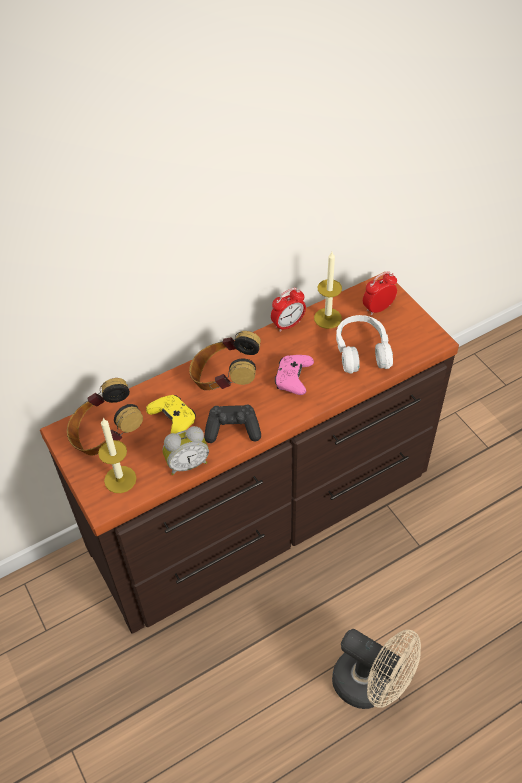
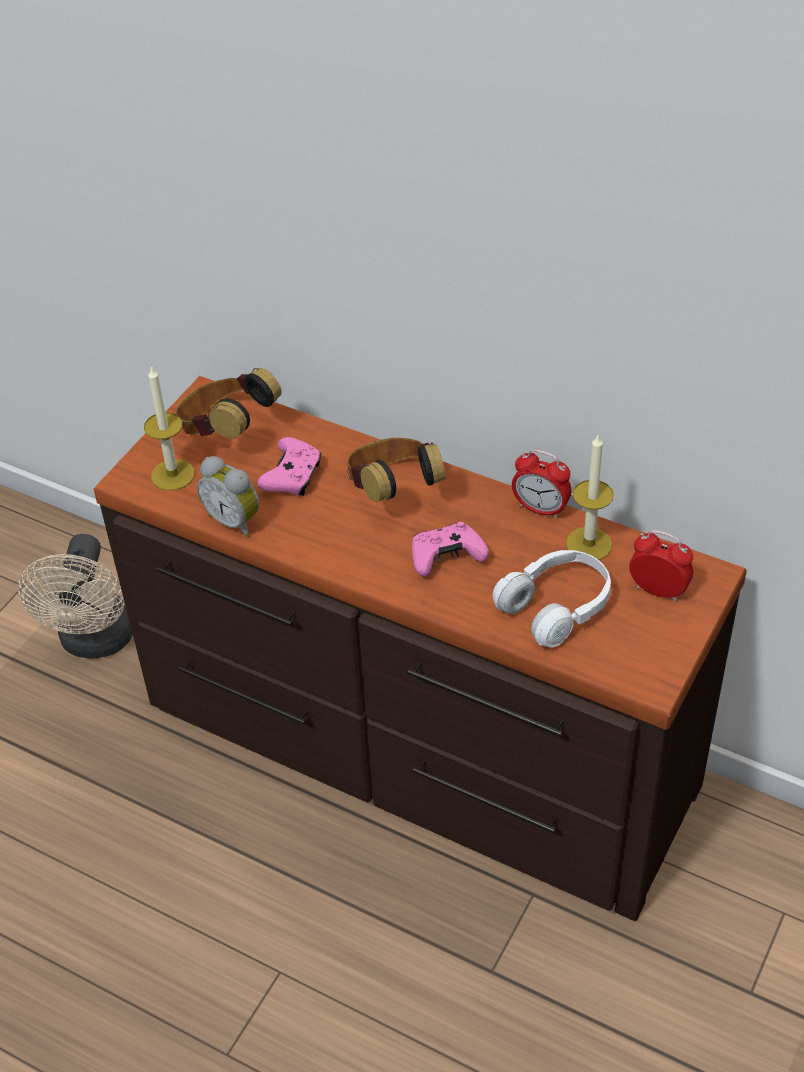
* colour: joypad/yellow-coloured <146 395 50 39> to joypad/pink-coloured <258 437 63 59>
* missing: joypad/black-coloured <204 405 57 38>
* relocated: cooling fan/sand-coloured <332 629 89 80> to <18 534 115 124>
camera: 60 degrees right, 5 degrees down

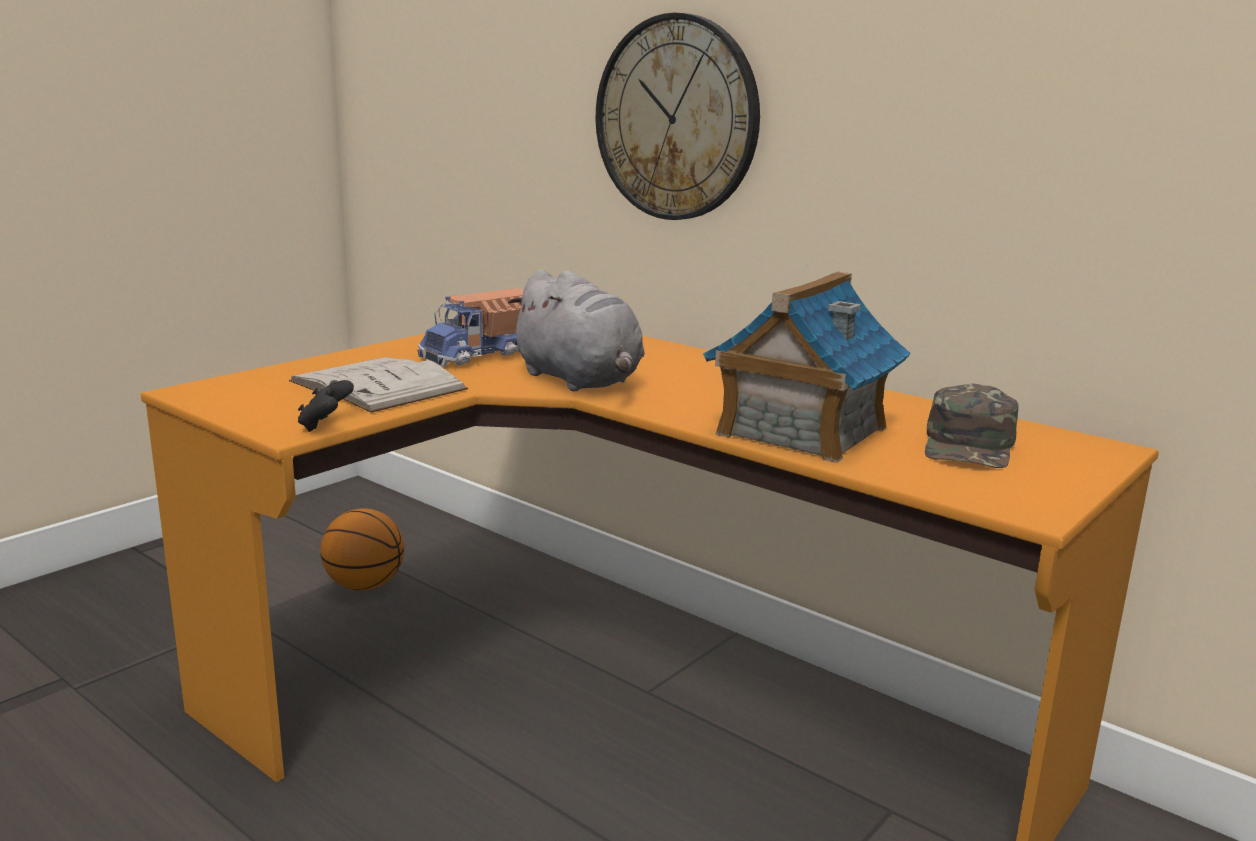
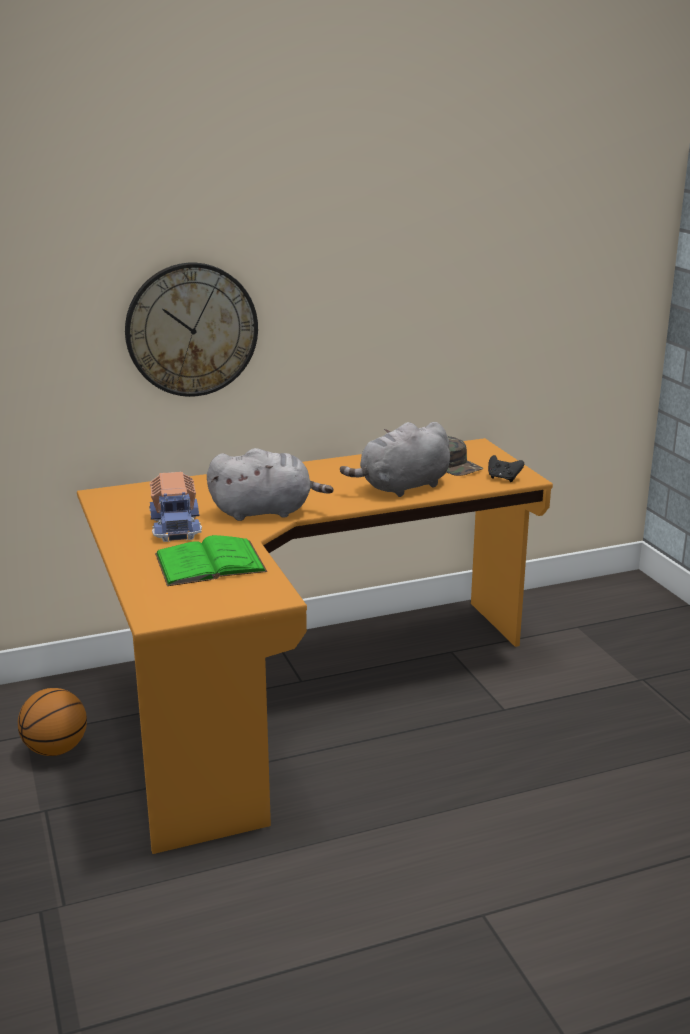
* colour: bound book/white <289 357 179 56> to bound book/green <155 535 112 51>
* relocated: joypad/black-coloured <298 380 56 52> to <488 455 36 27>
* exchanged: toy house <703 272 208 191> to soft toy/greyish <340 422 110 75>
camera: 60 degrees left, 5 degrees up

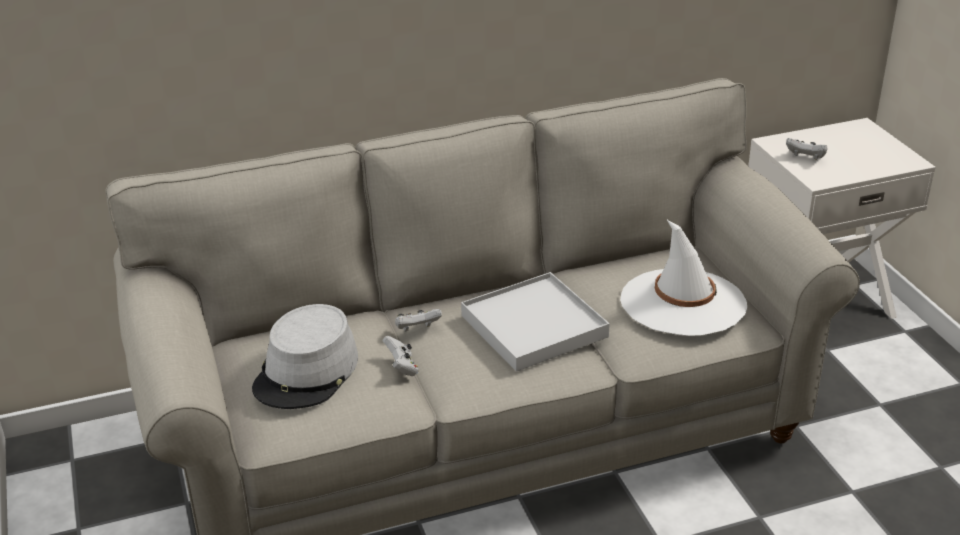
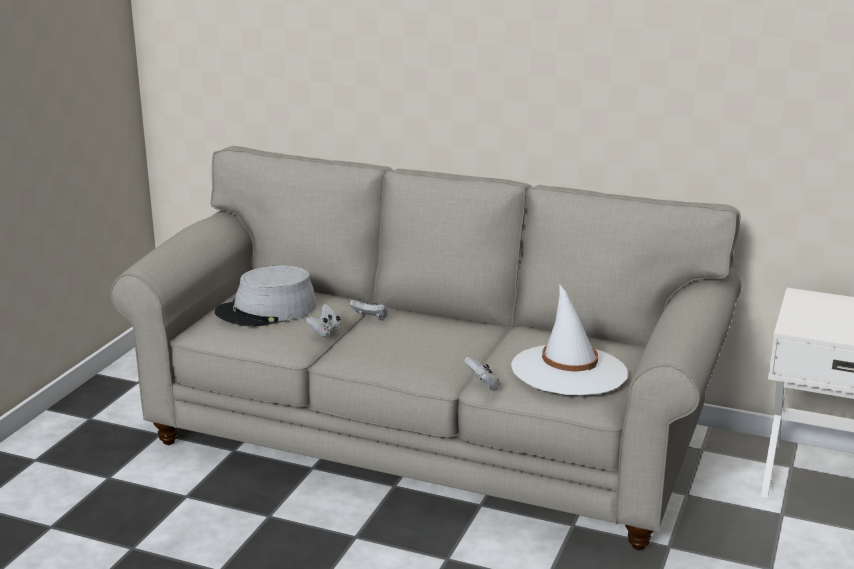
* missing: carrying tray/white <461 272 149 100>
* relocated: joypad/white <786 138 42 22> to <464 357 37 32>
camera: 40 degrees right, 10 degrees down

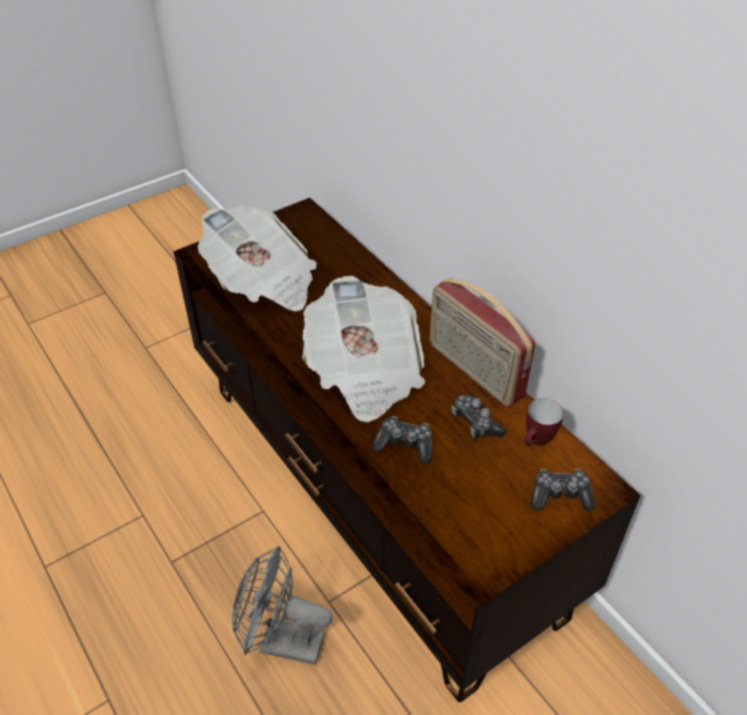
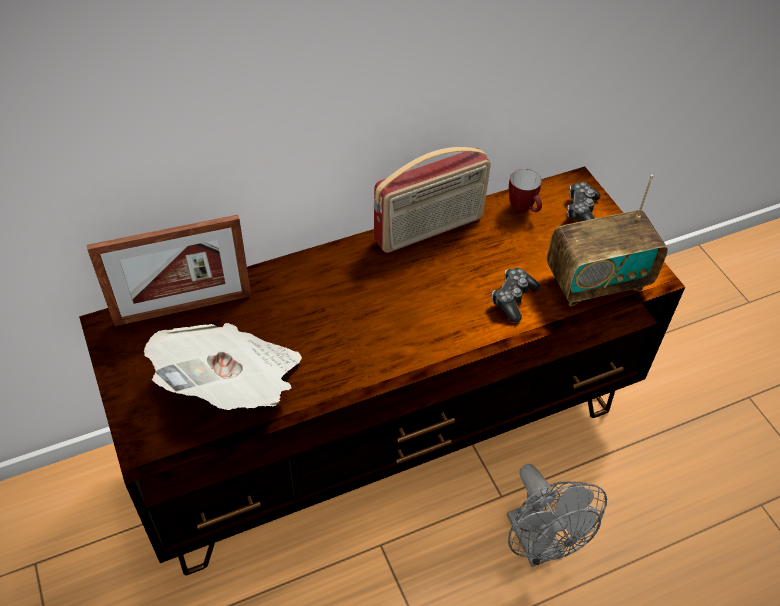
* spun: cooling fan/greyish <232 546 101 119> = <507 464 100 103> 45 degrees counterclockwise
* missing: daily paper <302 276 123 146>
* missing: joypad <452 395 54 43>
* appeared: picture frame <87 215 164 111>
* appeared: radio receiver <547 175 121 131>
camera: 80 degrees left, 5 degrees up

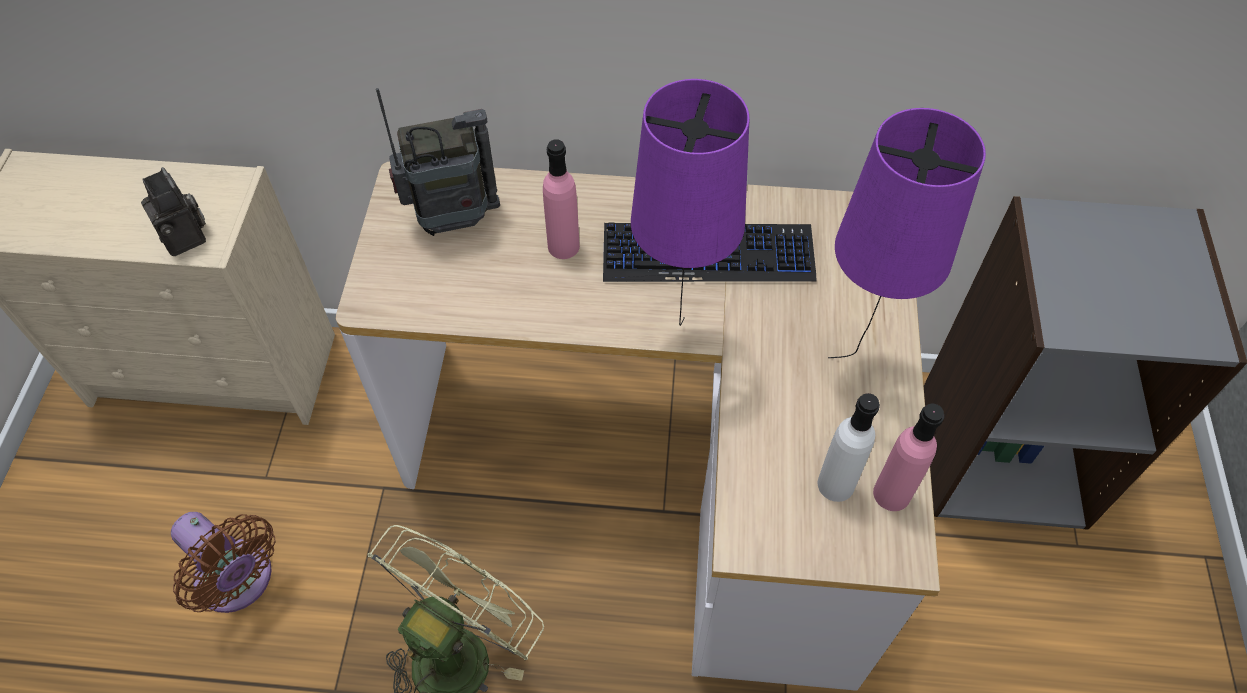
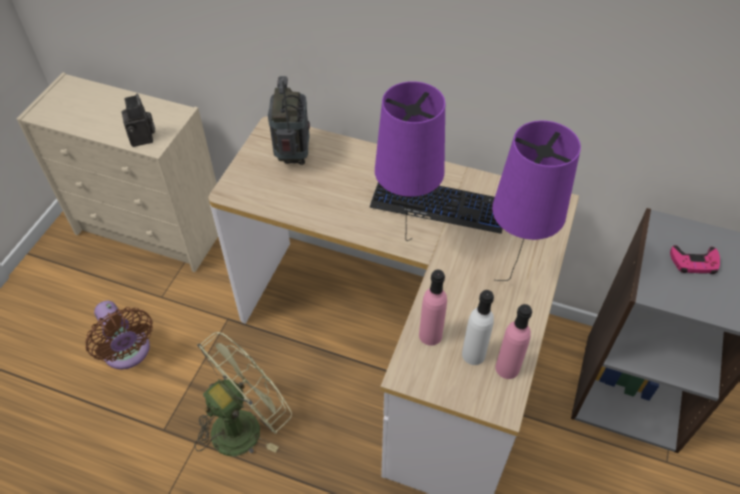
* spun: radio receiver <376 88 124 148> = <268 76 42 89> 90 degrees counterclockwise
* relocated: drink bottle/pink-coloured <543 139 37 120> to <419 270 28 76>
* appeared: joypad/pink-coloured <670 245 50 29>
camera: 15 degrees right, 5 degrees down

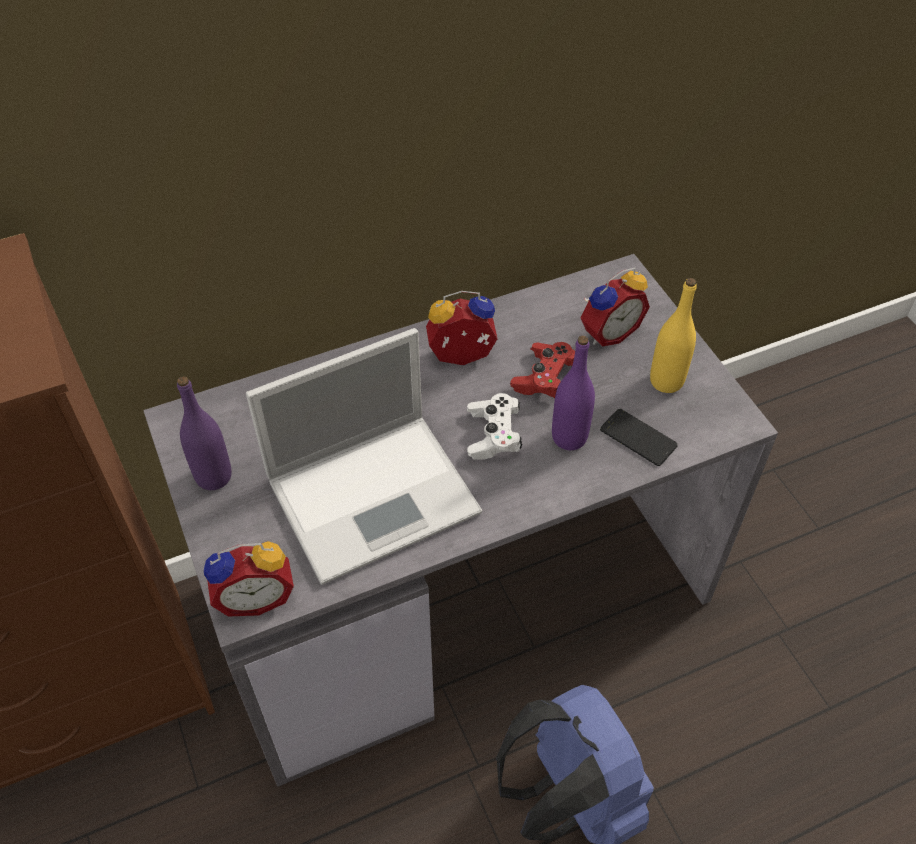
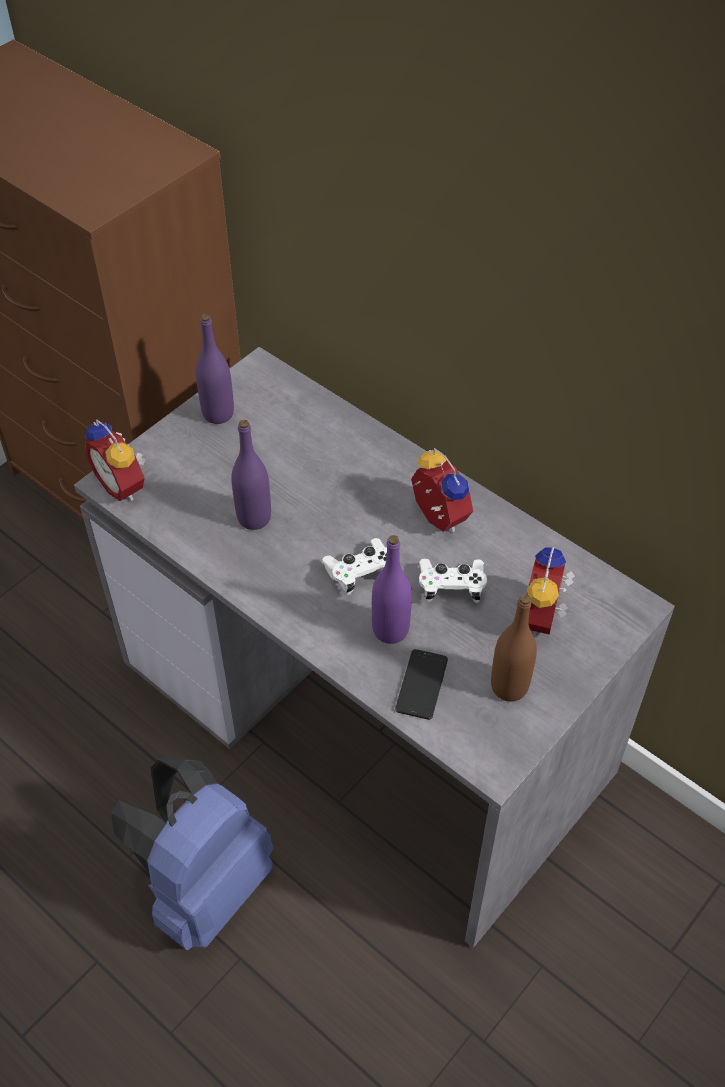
* exchanged: laptop <246 328 236 257> to drink bottle/purplish <231 420 40 110>
* colour: joypad/red <510 342 65 56> to joypad/white <419 559 68 44>
* spun: alarm clock <581 267 69 80> = <527 547 48 89> 75 degrees clockwise
* colour: drink bottle/yellow-coloured <650 278 47 115> to drink bottle/brown-coloured <491 594 46 108>
camera: 65 degrees right, 0 degrees up

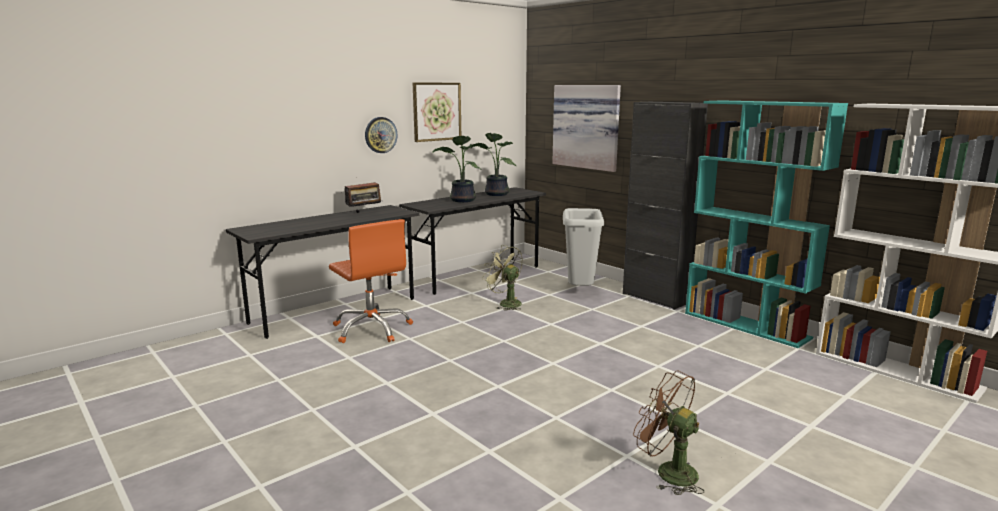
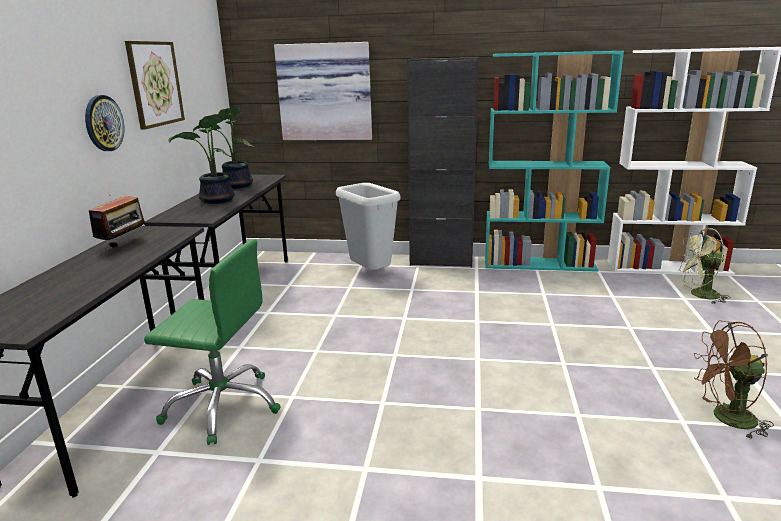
* colour: office chair/orange-coloured <329 219 84 124> to office chair/green <144 239 137 206>
* relocated: cooling fan/green <482 245 40 66> to <678 228 52 76>
camera: 40 degrees left, 5 degrees up

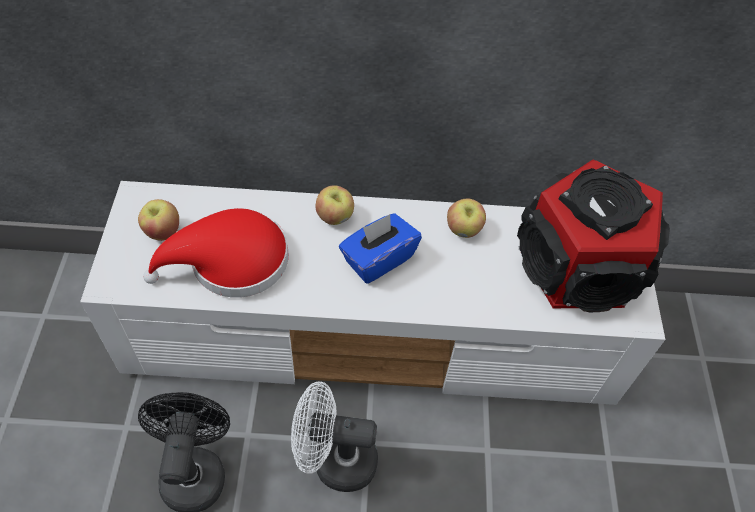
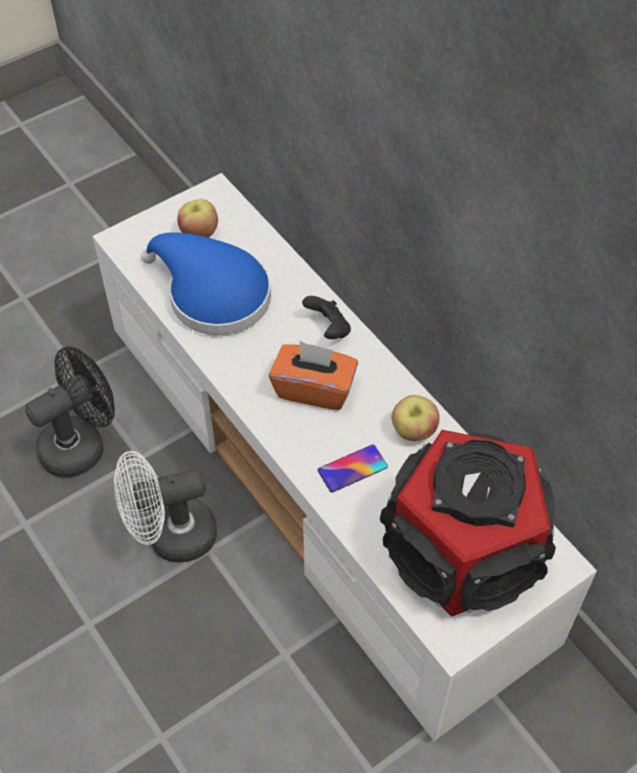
* colour: wearable hat/red <143 208 146 89> to wearable hat/bluish <141 232 130 104>
* spun: cooling fan/white <291 381 87 111> = <114 451 103 112> 75 degrees counterclockwise
* exchanged: whole apple <316 185 38 40> to joypad/black-coloured <302 296 49 43>
* colour: tissue holder/bluish <339 214 83 70> to tissue holder/orange-coloured <269 341 89 69>
* appeared: phone <318 444 70 48>
camera: 55 degrees right, 0 degrees up

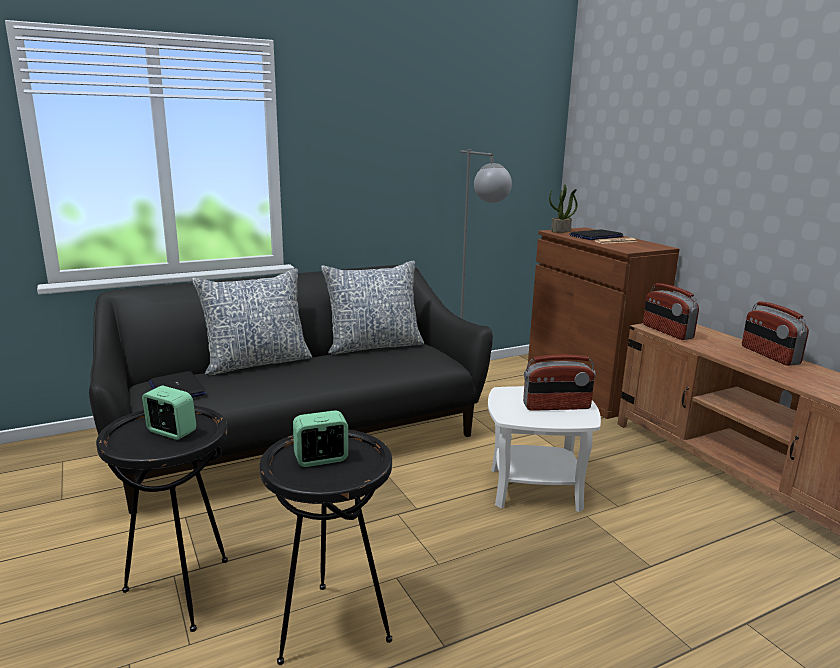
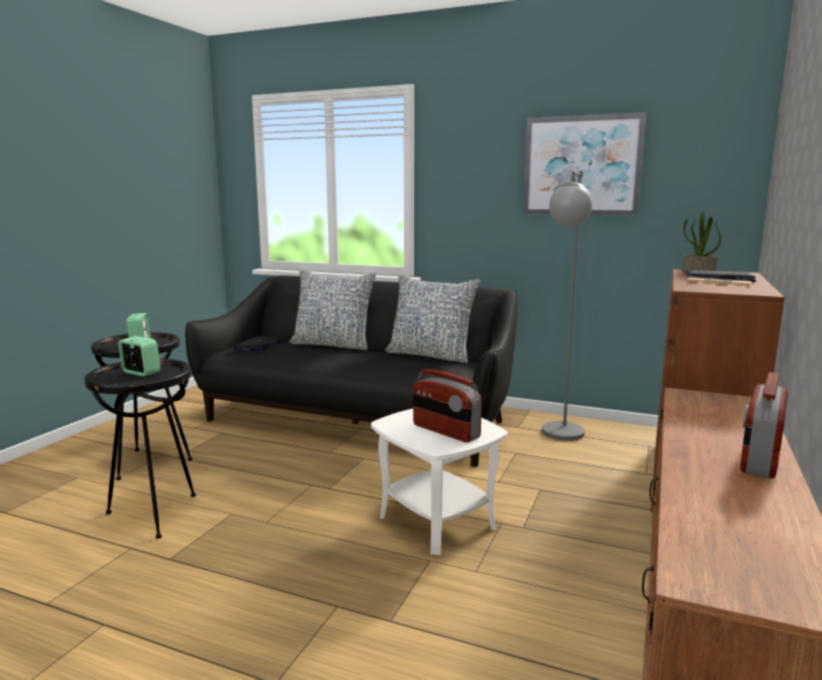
* missing: radio receiver <643 283 56 57>
* appeared: wall art <523 112 123 104>
camera: 50 degrees right, 5 degrees down

